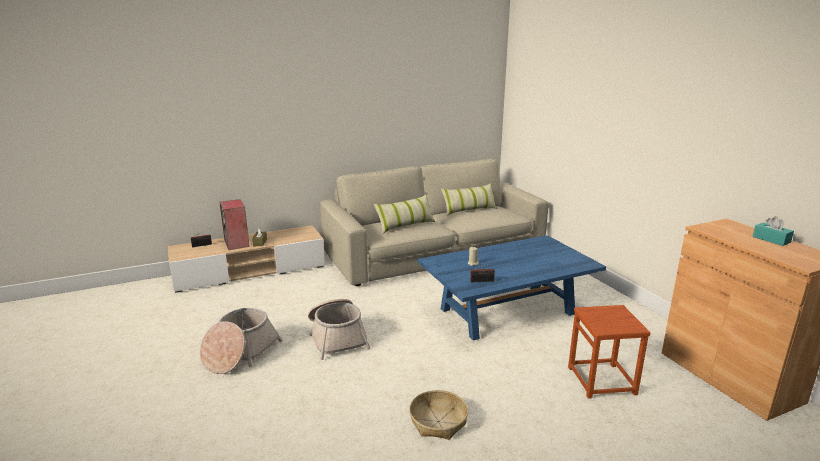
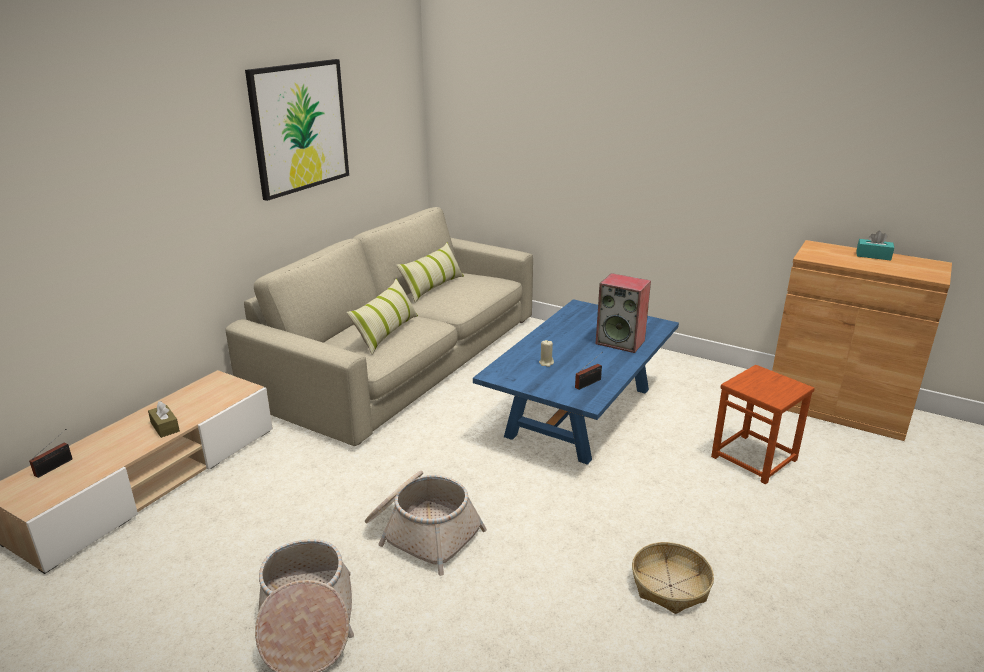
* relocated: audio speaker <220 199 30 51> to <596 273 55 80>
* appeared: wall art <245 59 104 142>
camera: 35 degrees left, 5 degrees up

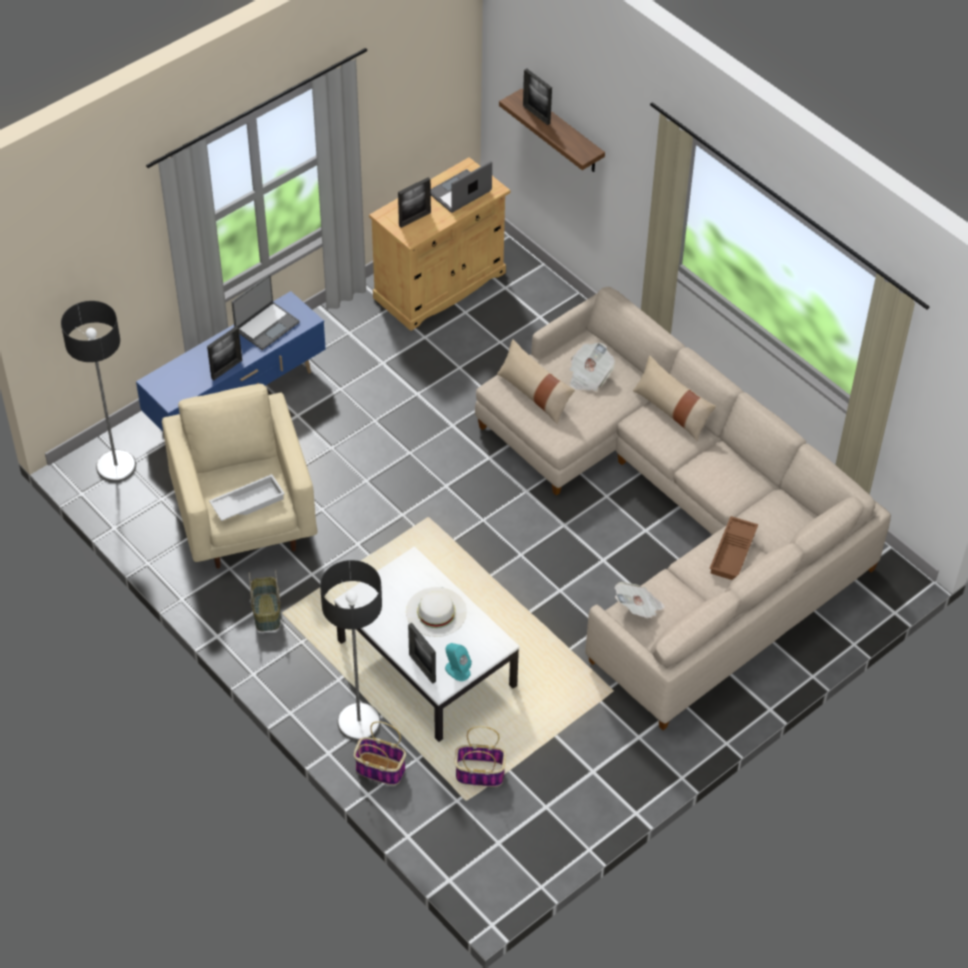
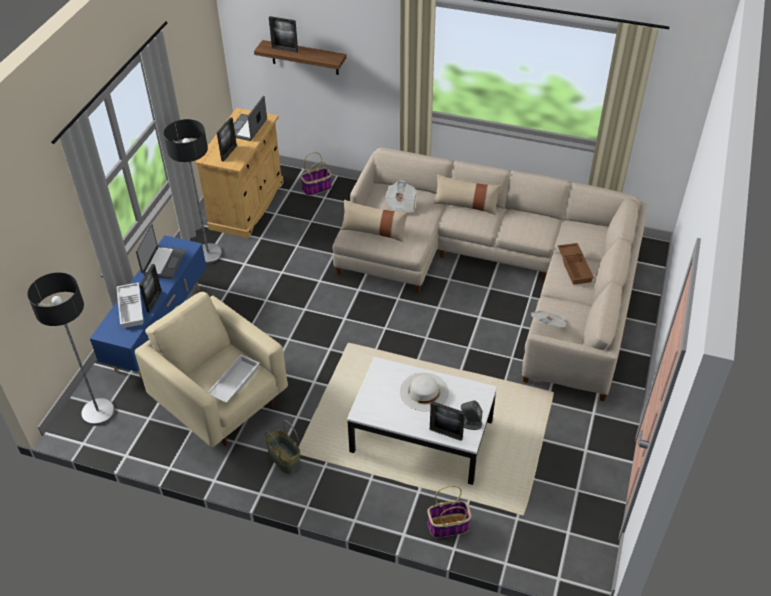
* relocated: standard lamp <320 560 62 181> to <164 119 58 145>
* colour: audio speaker/turquoise-coloured <445 643 27 38> to audio speaker/greyish <461 400 21 30>
* relocated: storage basket <455 726 51 61> to <300 152 32 44>
* appeared: carrying tray/white <117 282 26 46>
camera: 30 degrees left, 5 degrees down

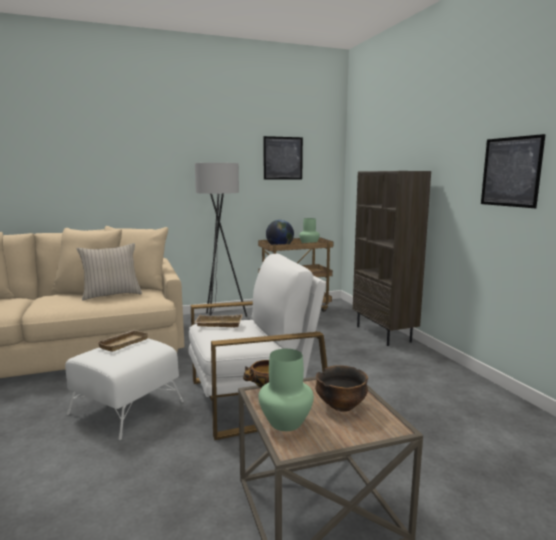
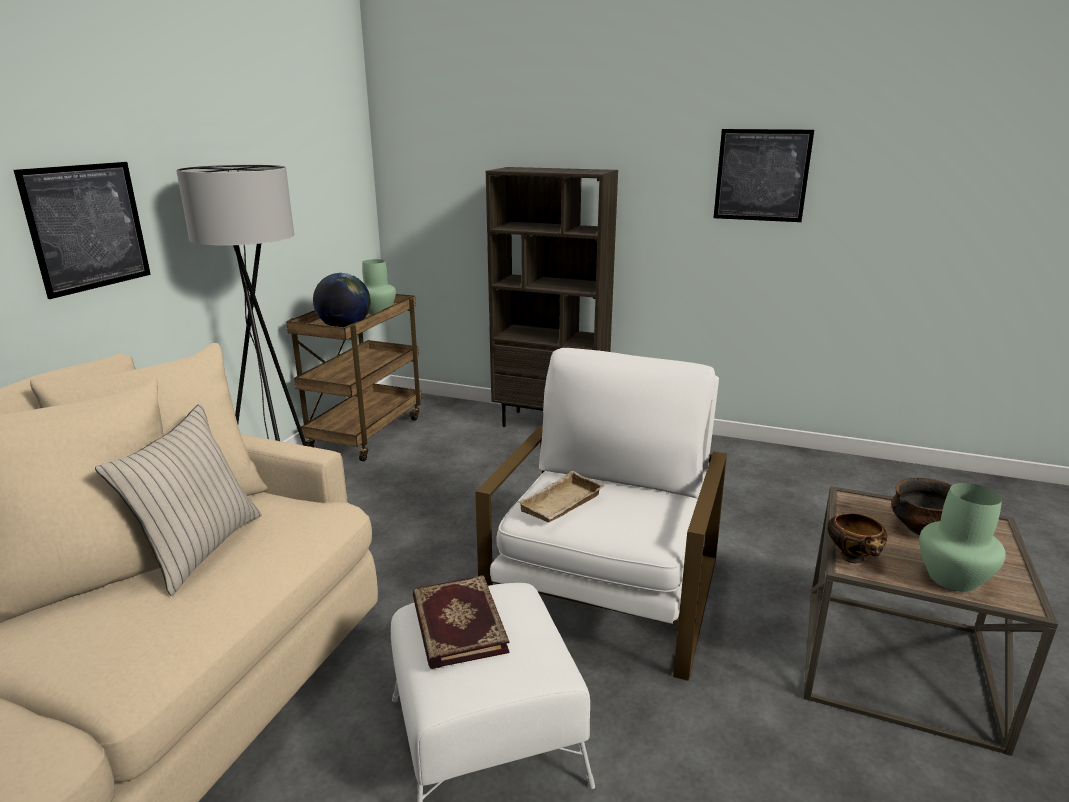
* exchanged: carrying tray/sand-coloured <96 330 53 22> to bound book <413 575 97 94>
* relocated: wall art <263 136 40 44> to <14 162 137 137>
camera: 50 degrees left, 10 degrees up

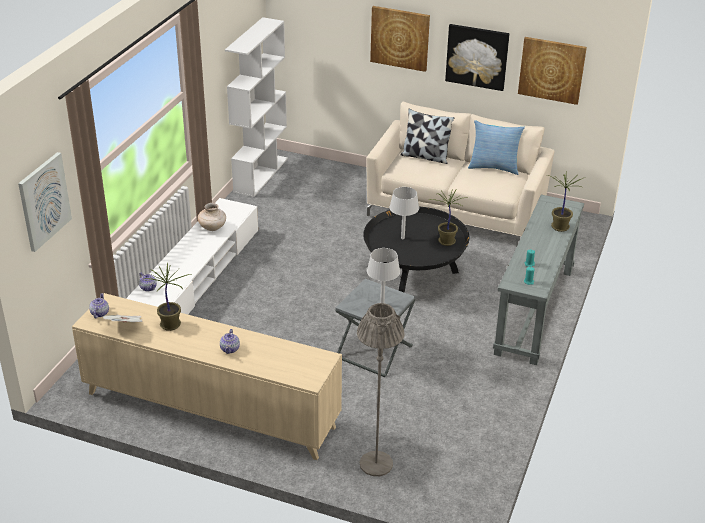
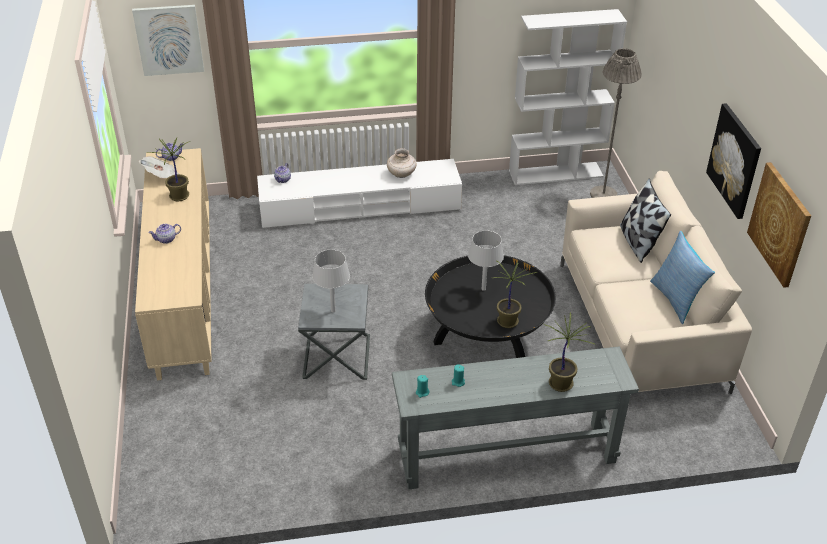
* relocated: standard lamp/greyish <357 303 47 173> to <590 48 52 150>
* missing: wall art <370 6 60 66>
camera: 60 degrees right, 5 degrees up

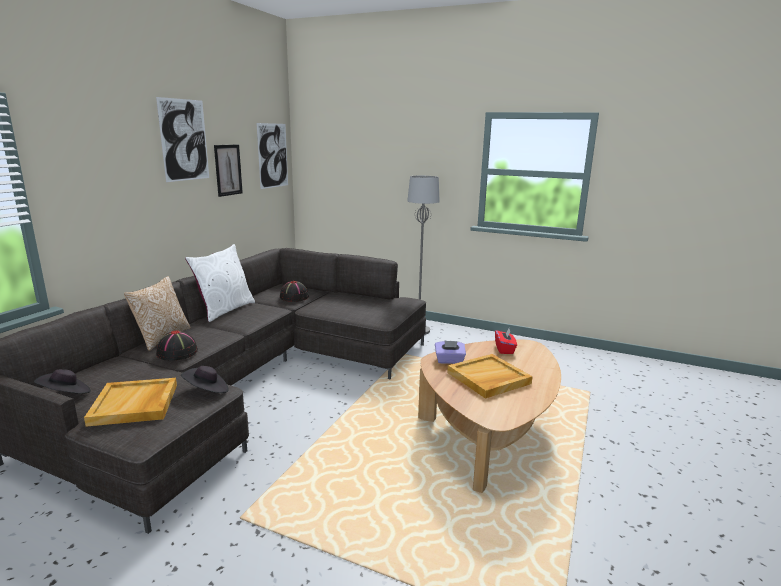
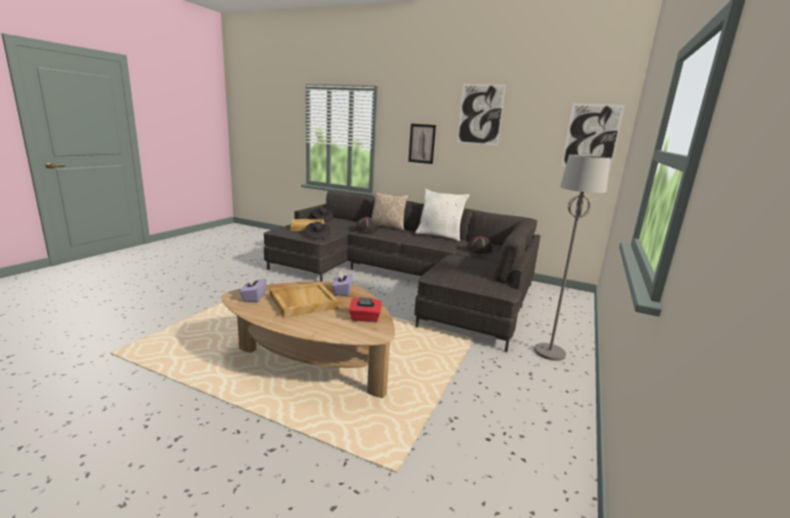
* relocated: wall art <214 145 29 52> to <408 124 28 40>
* appeared: tissue holder/purplish <240 274 27 28>
camera: 90 degrees right, 0 degrees up

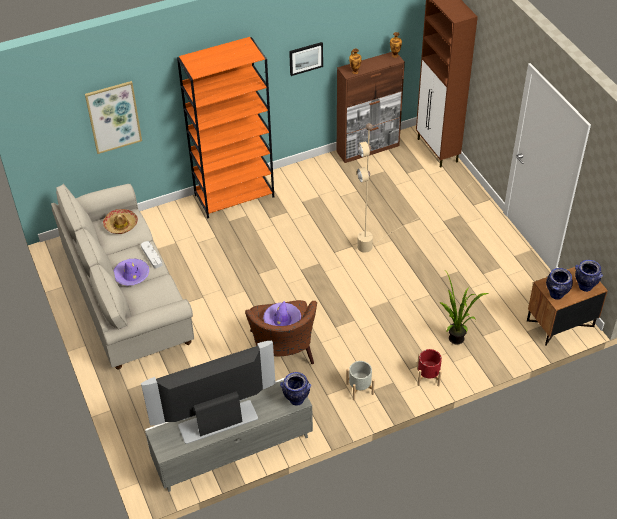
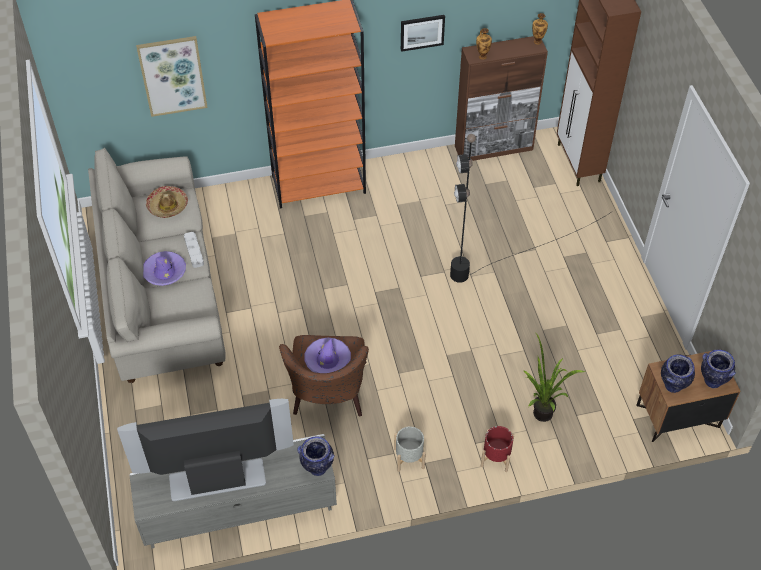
* colour: standard lamp/sand-coloured <357 123 116 130> to standard lamp/black-coloured <450 134 160 149>
camera: 10 degrees right, 5 degrees up

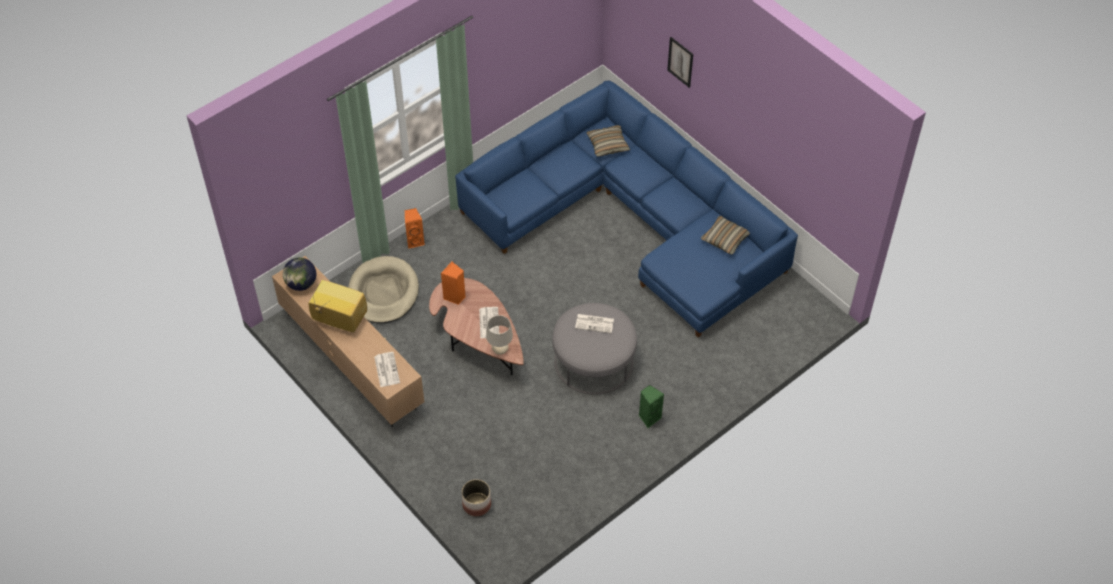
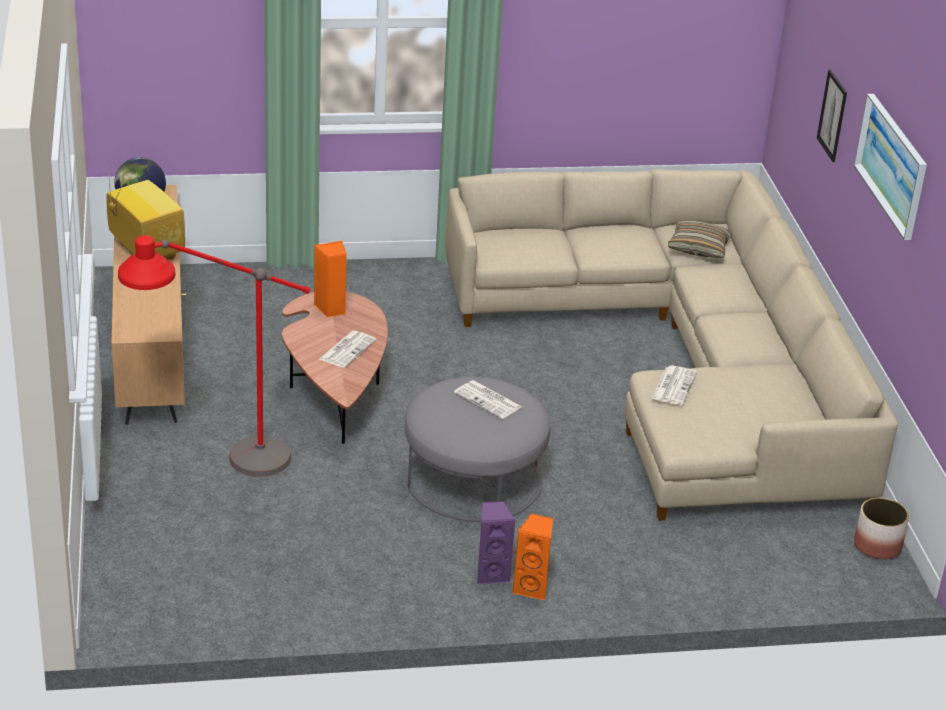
* missing: dog bed/sand-coloured <348 256 71 67>
* relocated: daily paper <374 352 26 35> to <652 365 45 40>
* relocated: audio speaker/orange-coloured <405 208 20 41> to <512 513 41 87>
* colour: settee/bluish <455 80 343 257> to settee/sand-coloured <446 169 452 352>
* relocated: flower pot <462 479 29 37> to <854 498 55 61>
* missing: tabletop lamp/sand-coloured <486 315 27 40>
* colour: audio speaker/green <639 385 25 43> to audio speaker/purplish <477 501 38 83>
* missing: pillow <701 216 49 39>
* appeared: standard lamp/red <118 235 193 242>
* appeared: wall art <854 94 73 146>
camera: 30 degrees right, 20 degrees down

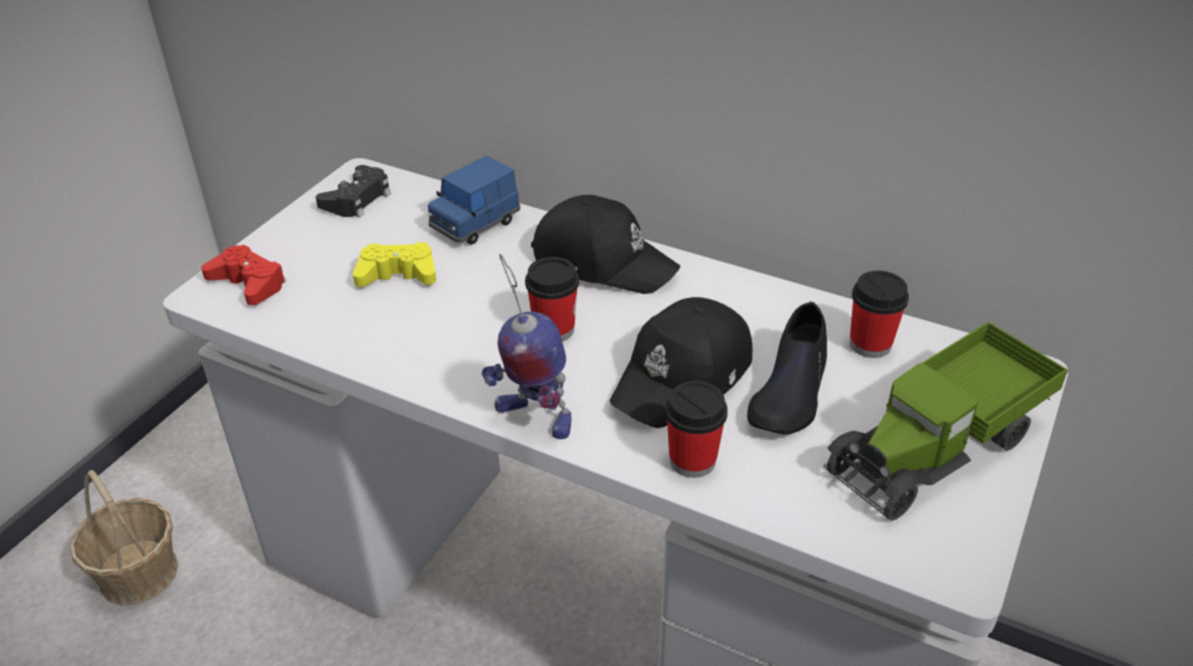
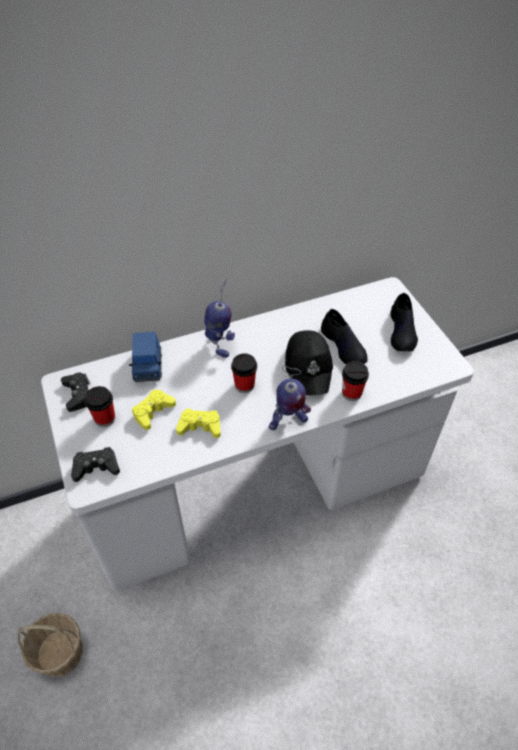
* colour: joypad/red <201 245 85 60> to joypad/black-coloured <71 447 49 35>
* exchanged: peaked cap/black-coloured <531 195 149 99> to toy robot <204 278 31 80>
* exchanged: toy lorry <824 322 244 199> to shoe/black-coloured <390 293 28 58>
* relocated: cup <850 271 59 87> to <85 386 30 41>
* appeared: joypad/yellow-coloured <176 409 45 29>
camera: 50 degrees left, 10 degrees up

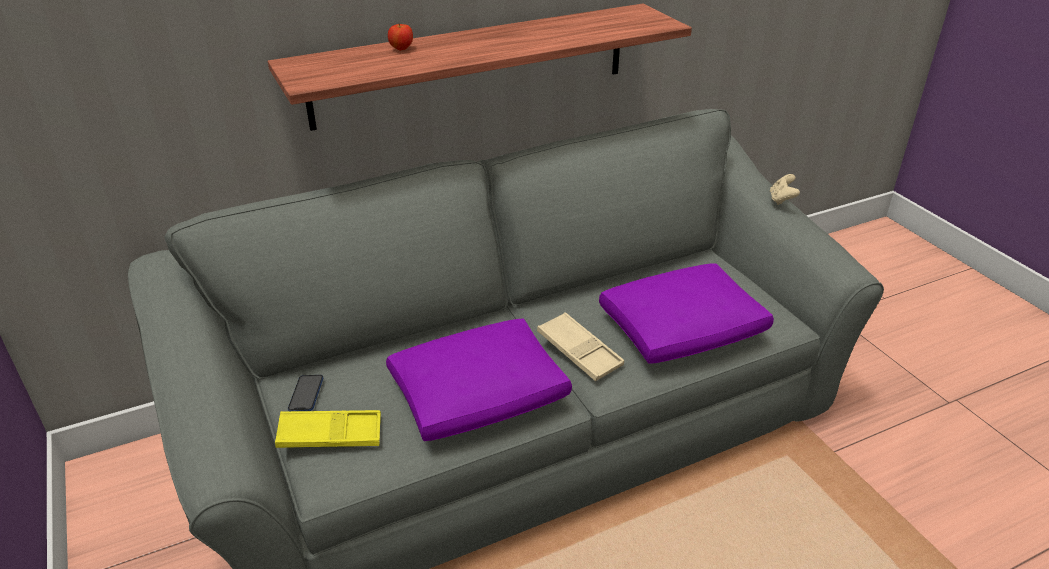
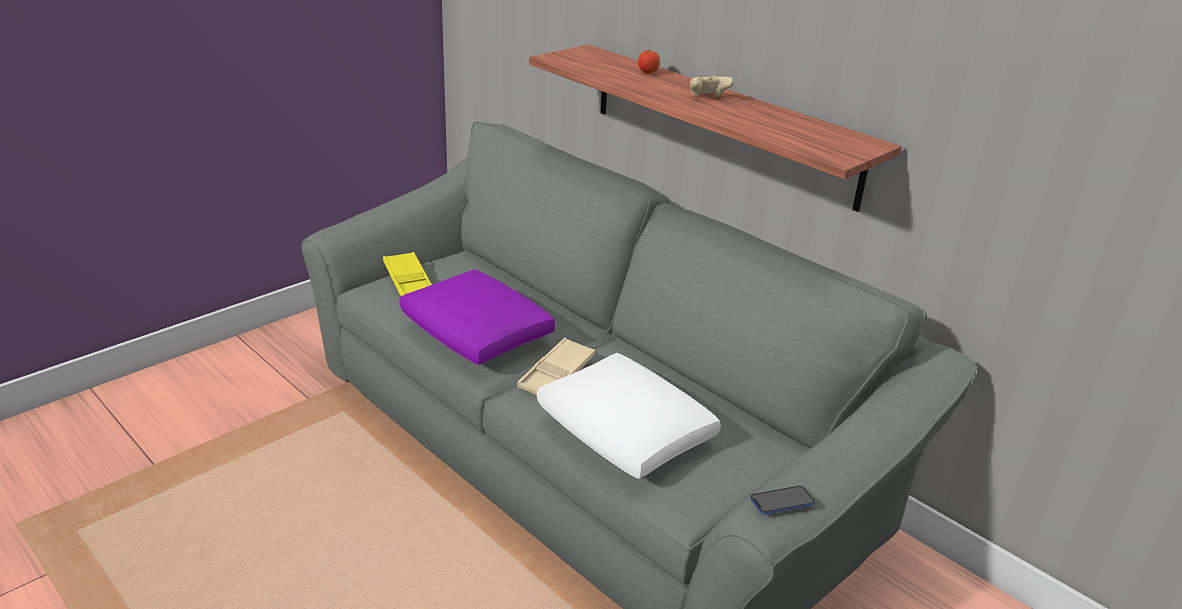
* relocated: phone <288 375 35 36> to <750 486 65 29>
* colour: pillow/purplish <599 263 175 101> to pillow/white <537 353 184 126>
* relocated: joypad/sand-coloured <770 174 30 31> to <690 75 44 22>
camera: 70 degrees right, 5 degrees down

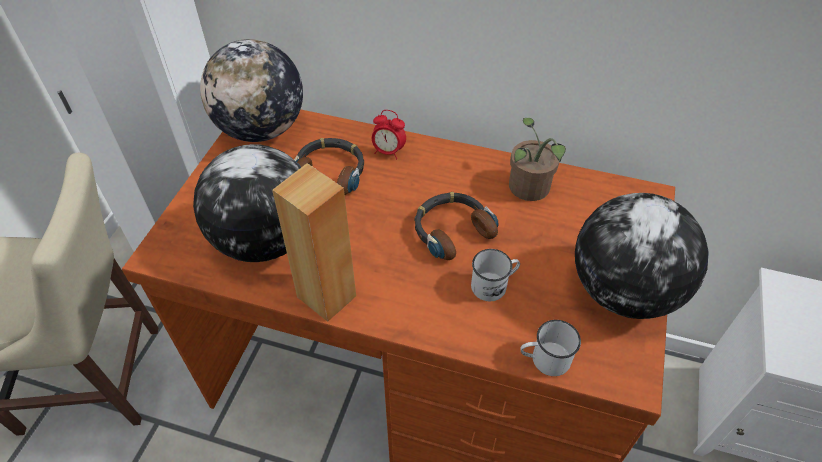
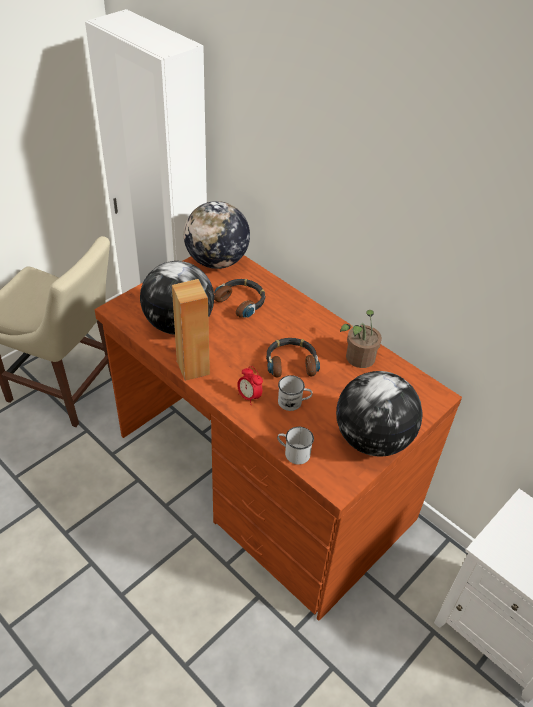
* relocated: alarm clock <372 110 34 49> to <237 366 26 39>
camera: 25 degrees right, 5 degrees down

